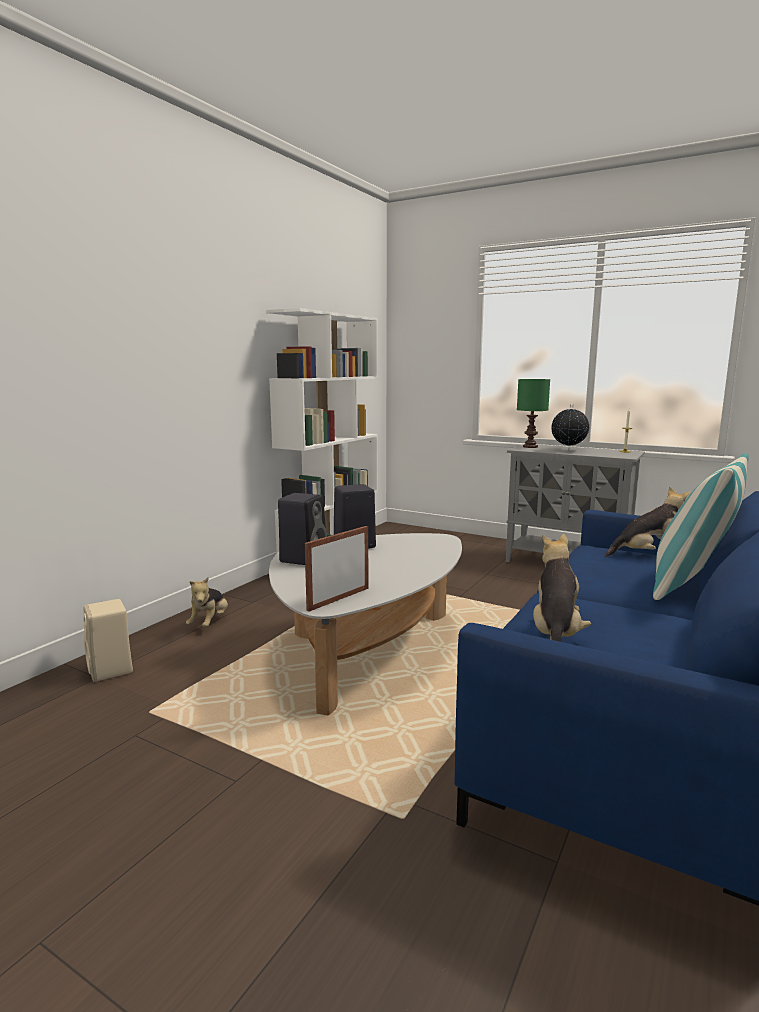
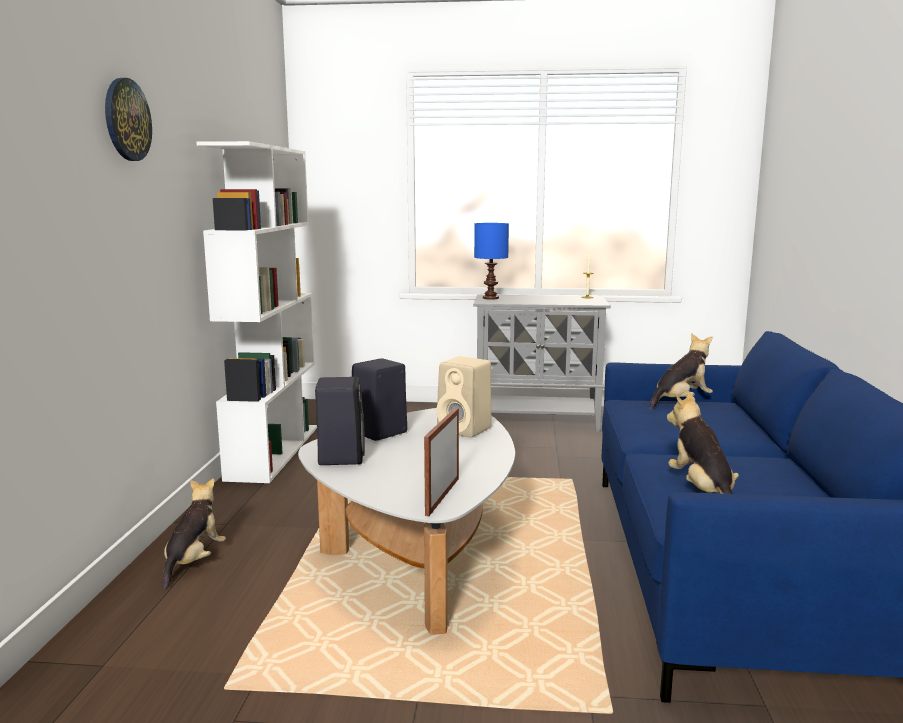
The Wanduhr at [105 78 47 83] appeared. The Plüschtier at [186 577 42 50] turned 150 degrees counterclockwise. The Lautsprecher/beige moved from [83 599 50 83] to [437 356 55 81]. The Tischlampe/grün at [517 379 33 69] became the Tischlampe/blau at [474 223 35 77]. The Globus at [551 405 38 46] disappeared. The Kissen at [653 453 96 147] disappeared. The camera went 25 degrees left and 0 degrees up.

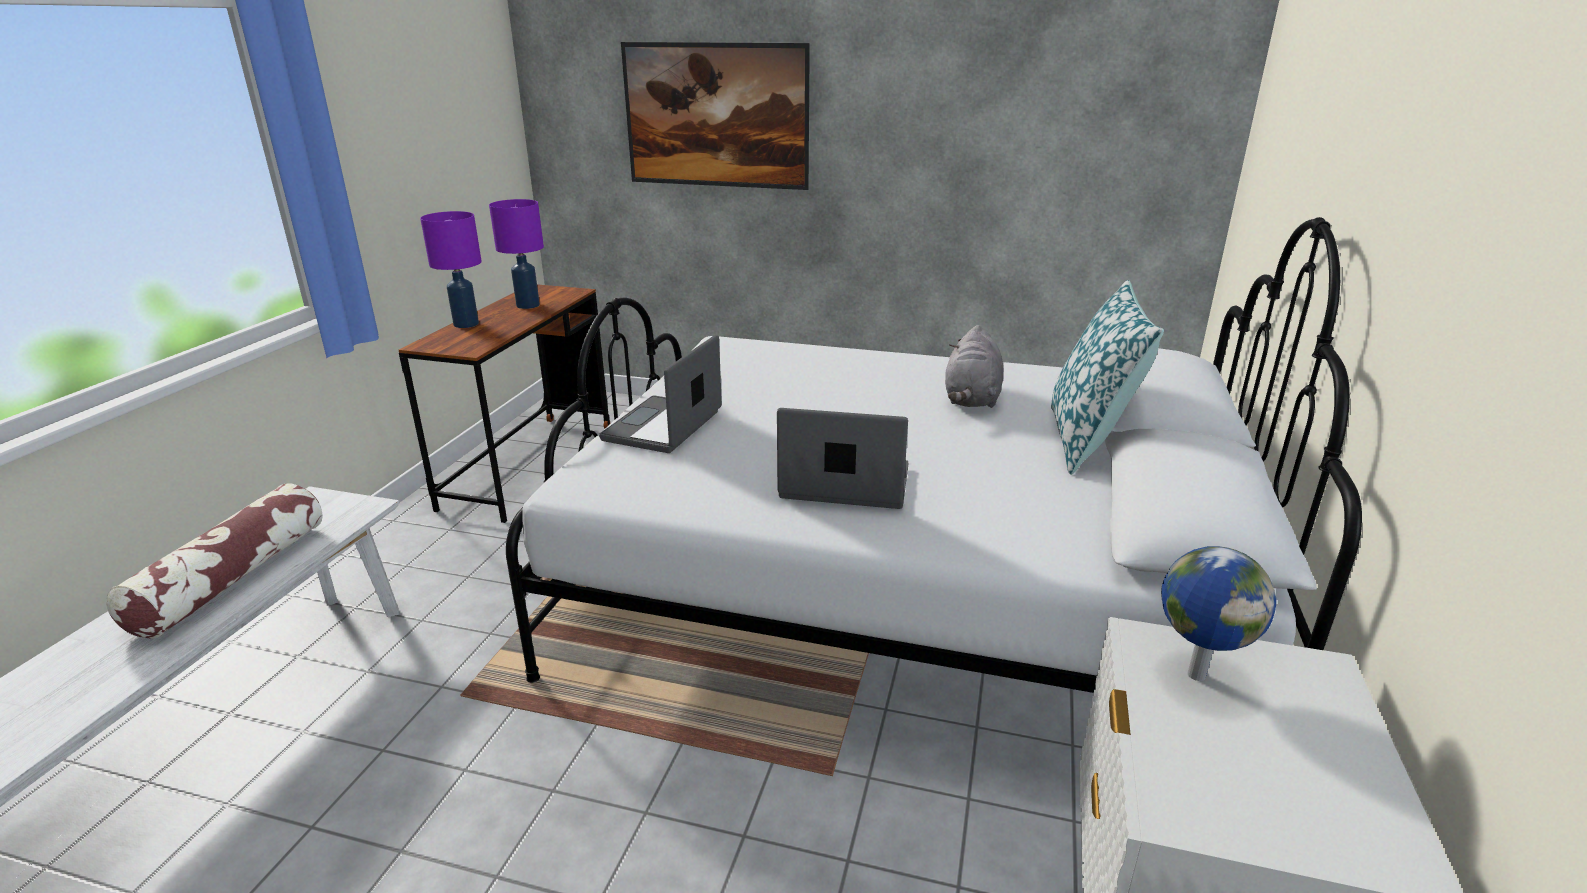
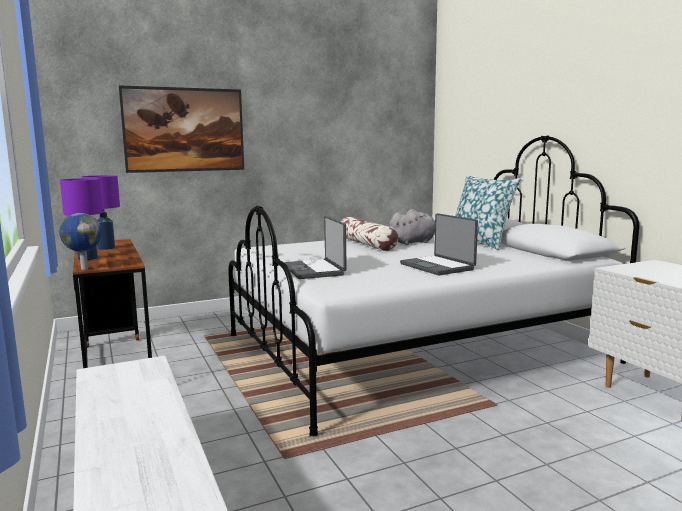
The Globus moved from [1161 546 115 135] to [59 213 43 57]. The Kissen moved from [107 483 216 156] to [341 217 57 34]. The Plüschtier/grau at [945 325 58 83] turned 90 degrees counterclockwise. The Laptop at [777 408 132 101] turned 90 degrees counterclockwise. The camera went 40 degrees left and 15 degrees down.

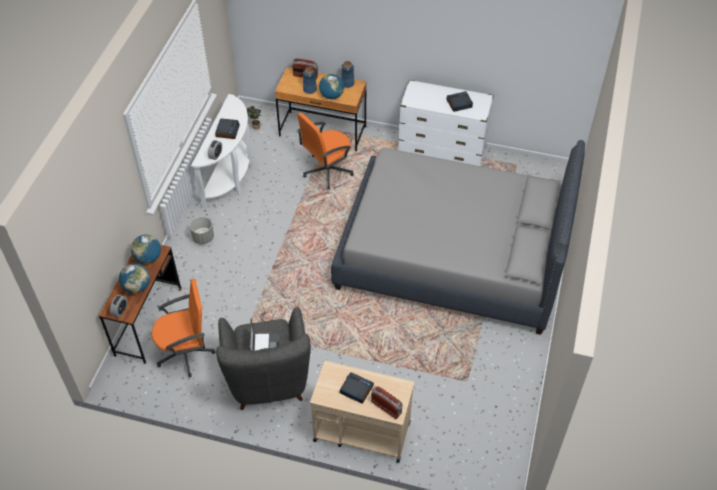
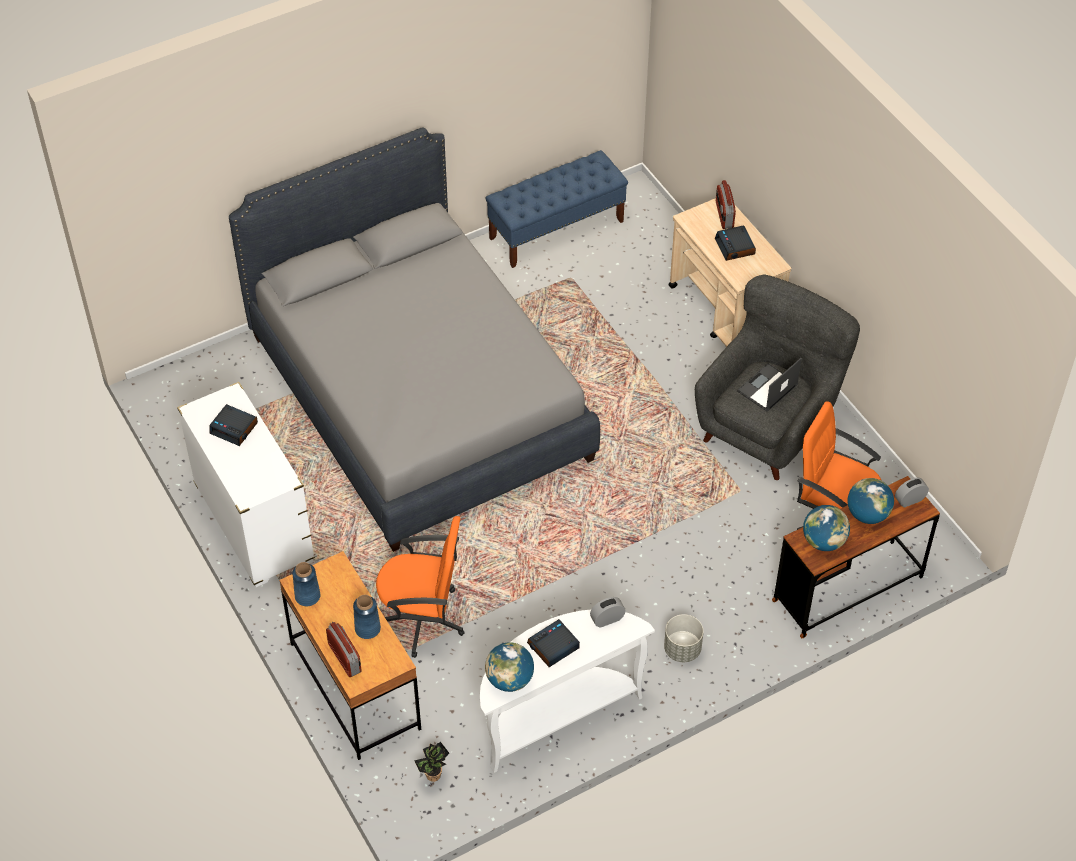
The Bank/blau at [485 150 143 118] appeared. The Globus moved from [319 74 25 25] to [485 642 49 50]. The camera went 135 degrees left and 0 degrees up.

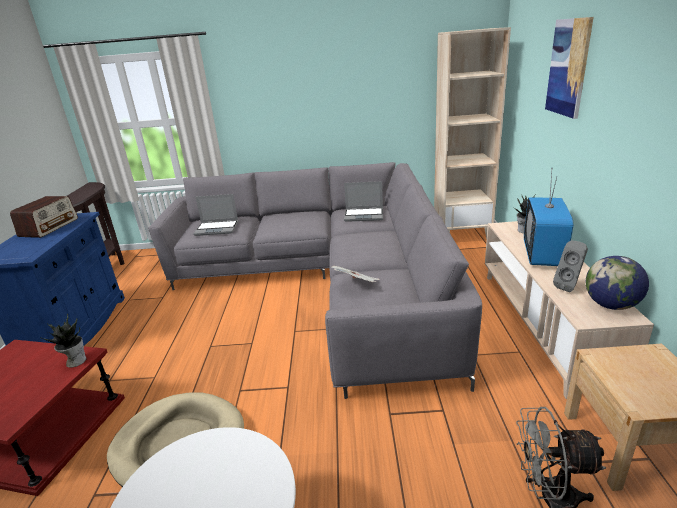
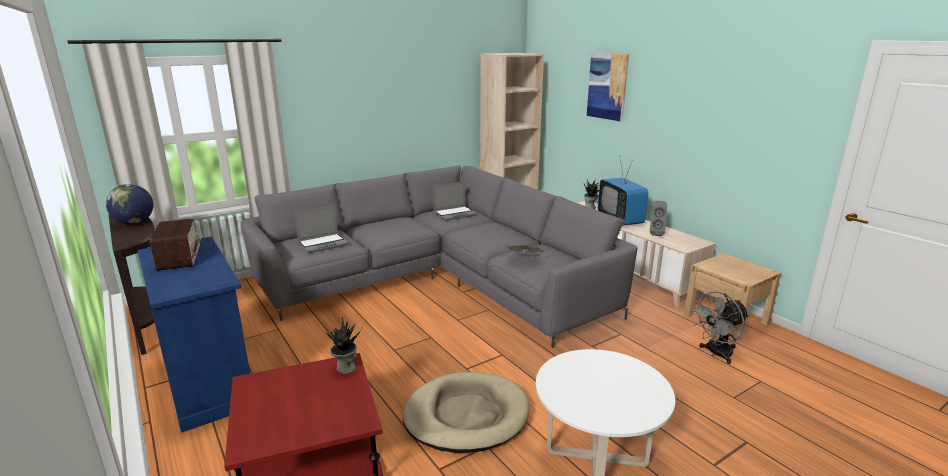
The Globus moved from [585 256 64 54] to [106 184 47 41]. The camera went 35 degrees left and 5 degrees down.

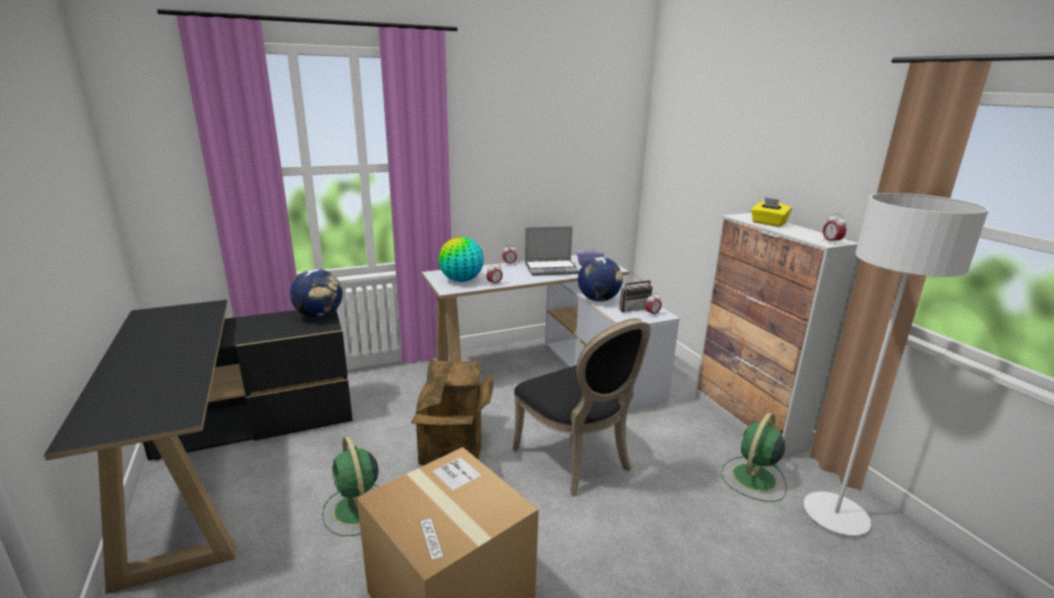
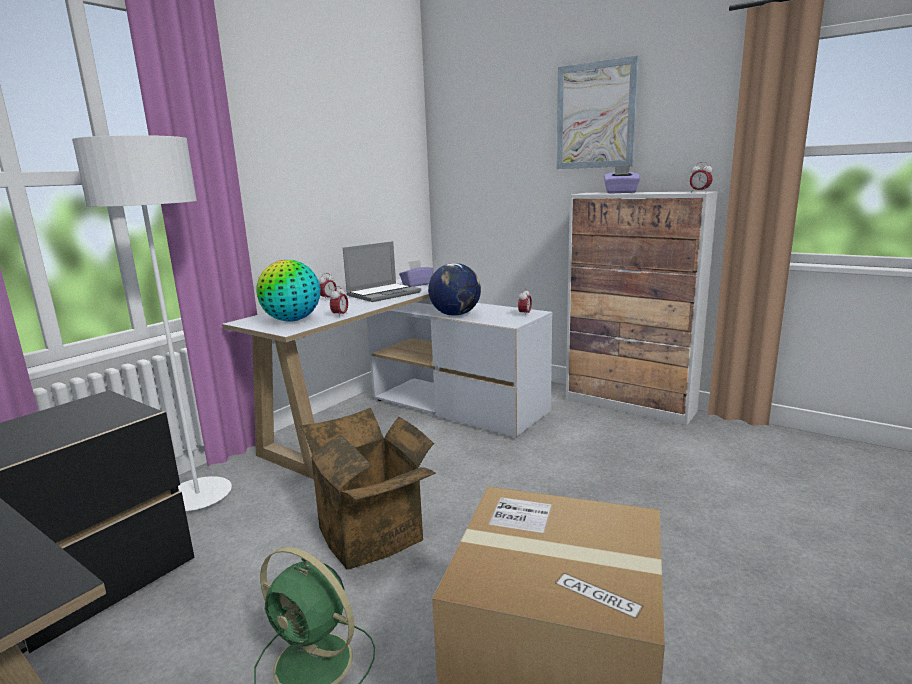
The Stehlampe/weiß moved from [804 193 185 343] to [72 135 160 376]. The Bild at [557 55 82 114] appeared. The Taschentuchbox/gelb at [751 197 41 30] became the Taschentuchbox/lila at [604 165 36 29]. The Globus at [290 269 52 49] disappeared. The Stuhl/schwarz at [513 318 138 178] disappeared. The Radio at [620 271 33 41] disappeared. The Ventilator/grün at [721 413 66 89] disappeared. The camera went 30 degrees left and 5 degrees down.

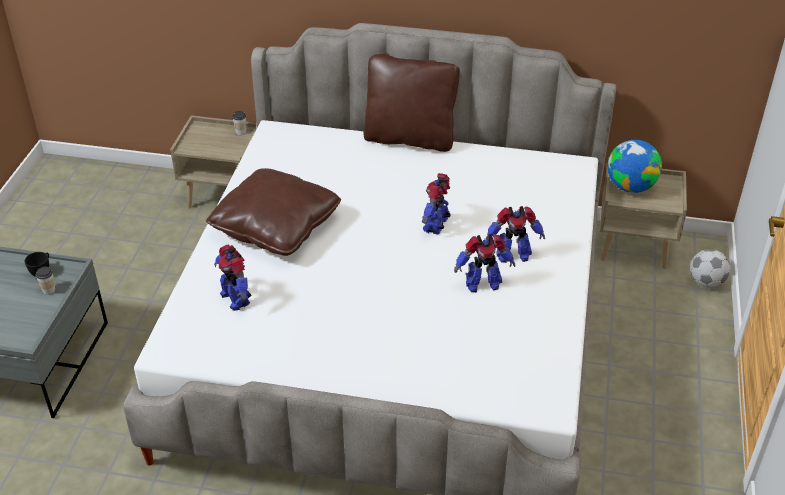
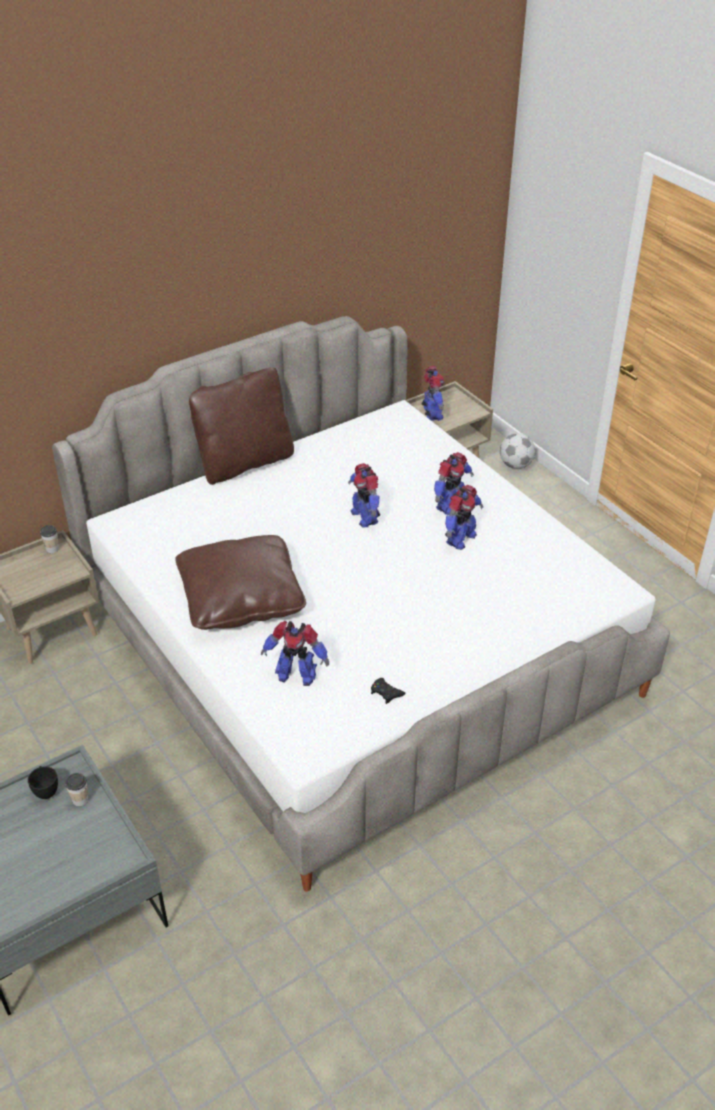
The Gamepad/schwarz at [371 678 34 26] appeared. The Globus at [607 140 55 53] was replaced by the Spielzeugroboter at [421 366 23 55]. The camera went 45 degrees left and 0 degrees up.

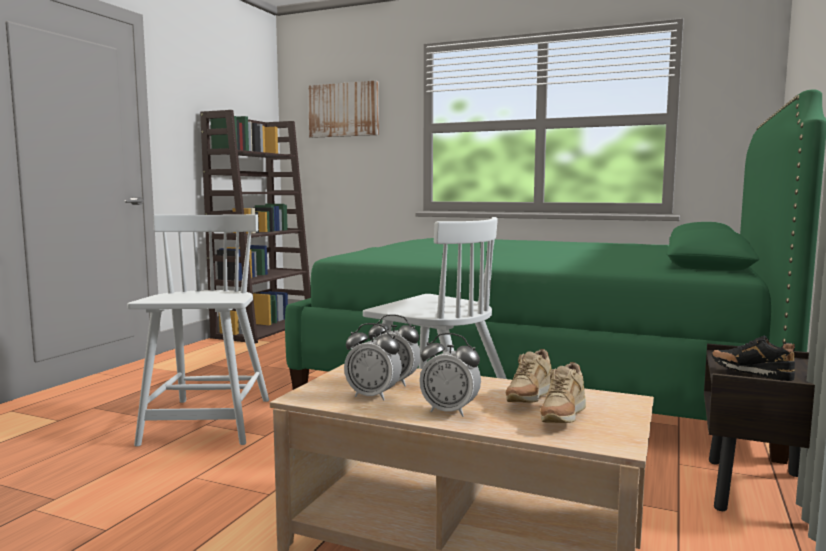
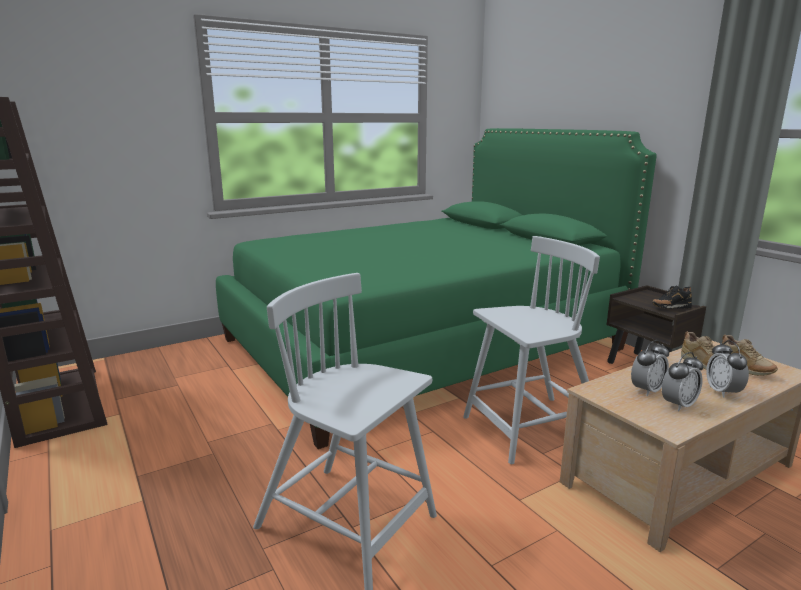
The Wecker at [419 333 62 84] turned 120 degrees clockwise. The Bild at [308 80 71 58] disappeared. The camera went 55 degrees left and 10 degrees up.

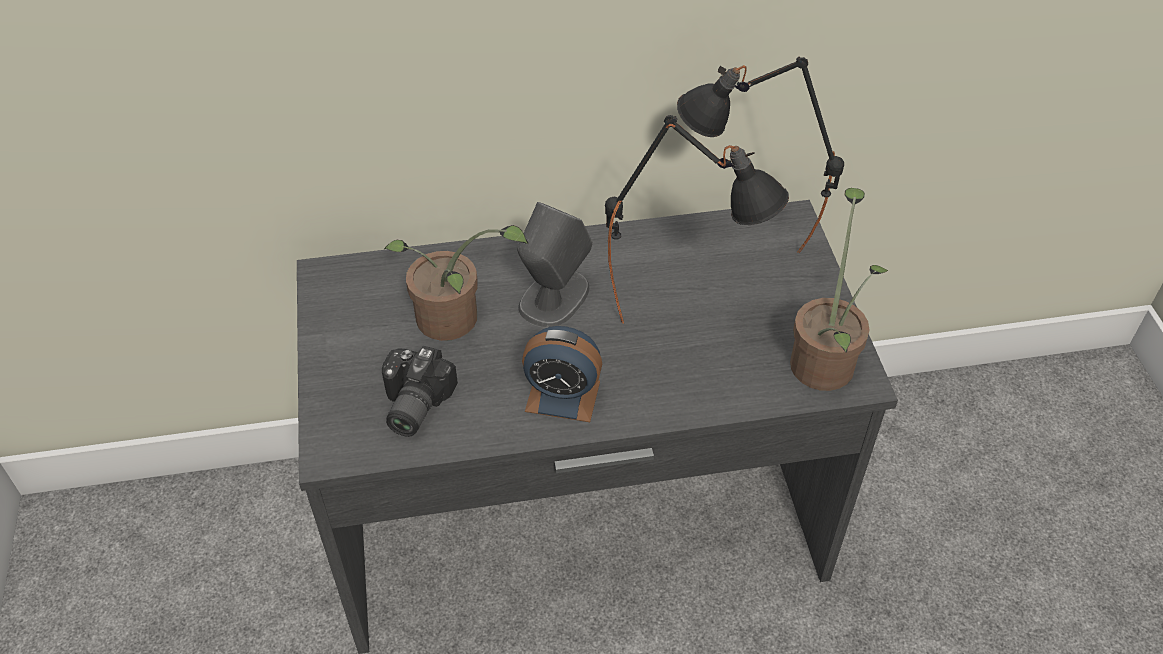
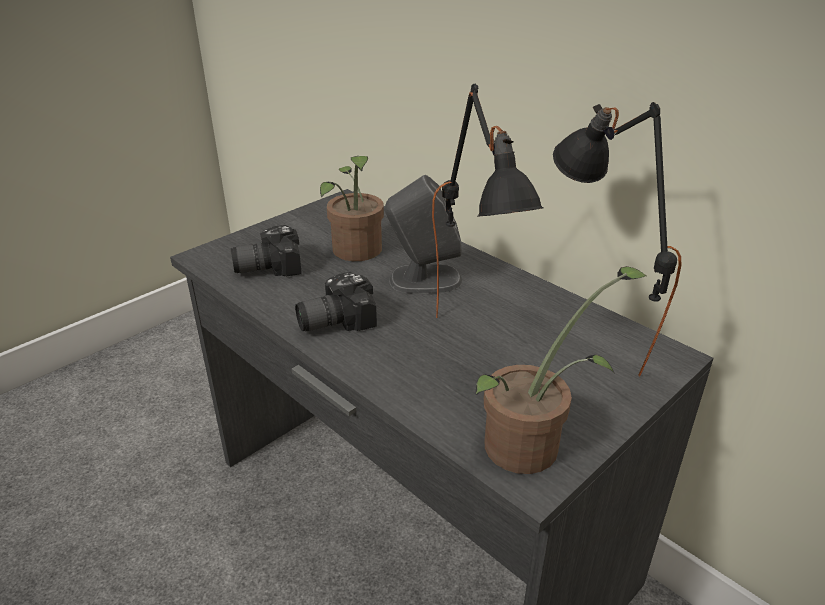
The Wecker at [522 326 80 96] was replaced by the Kamera at [295 272 82 59]. The camera went 55 degrees right and 15 degrees down.

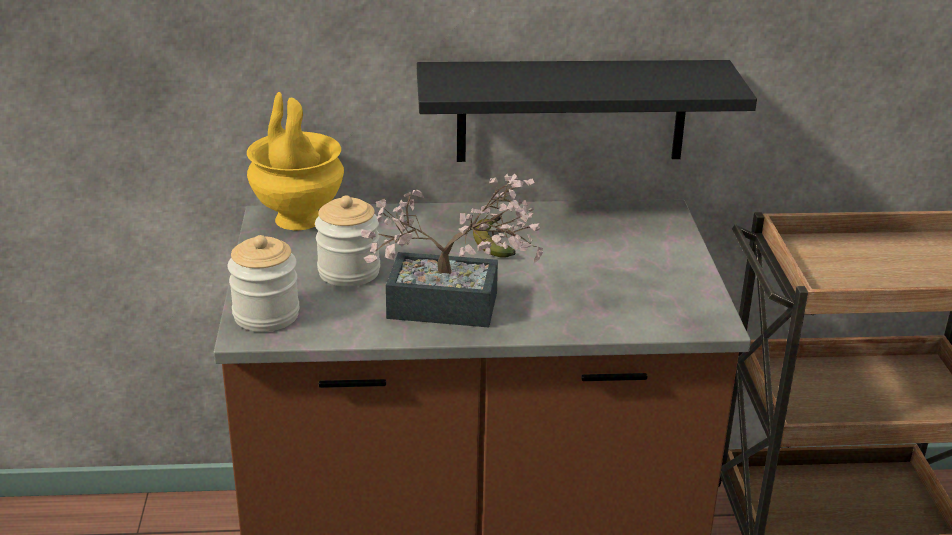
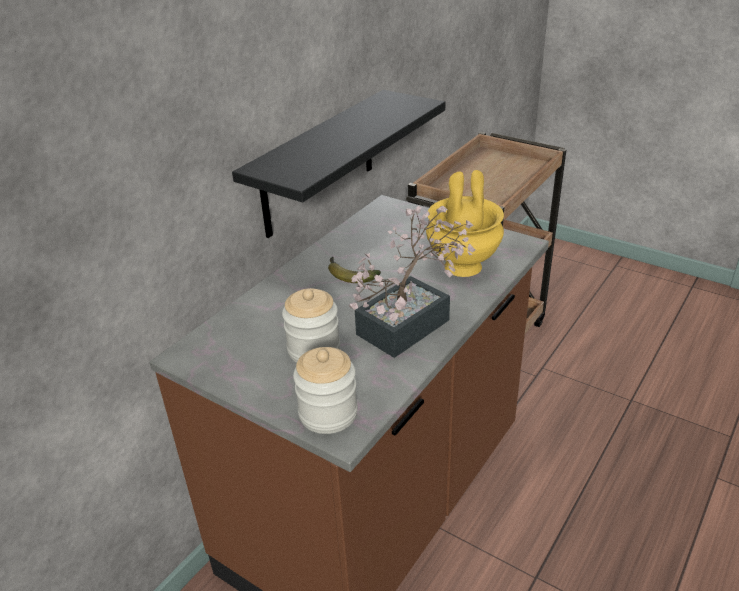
The Vase/gelb moved from [247 92 97 138] to [426 170 78 107]. The camera went 50 degrees left and 5 degrees up.

